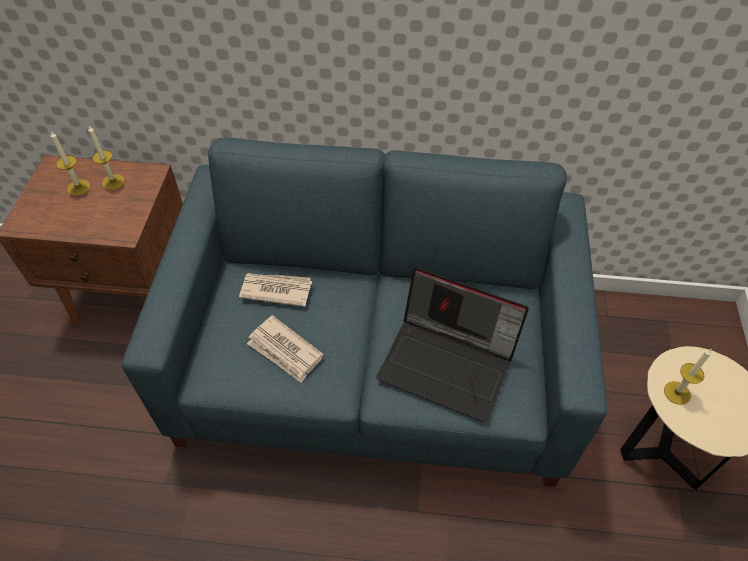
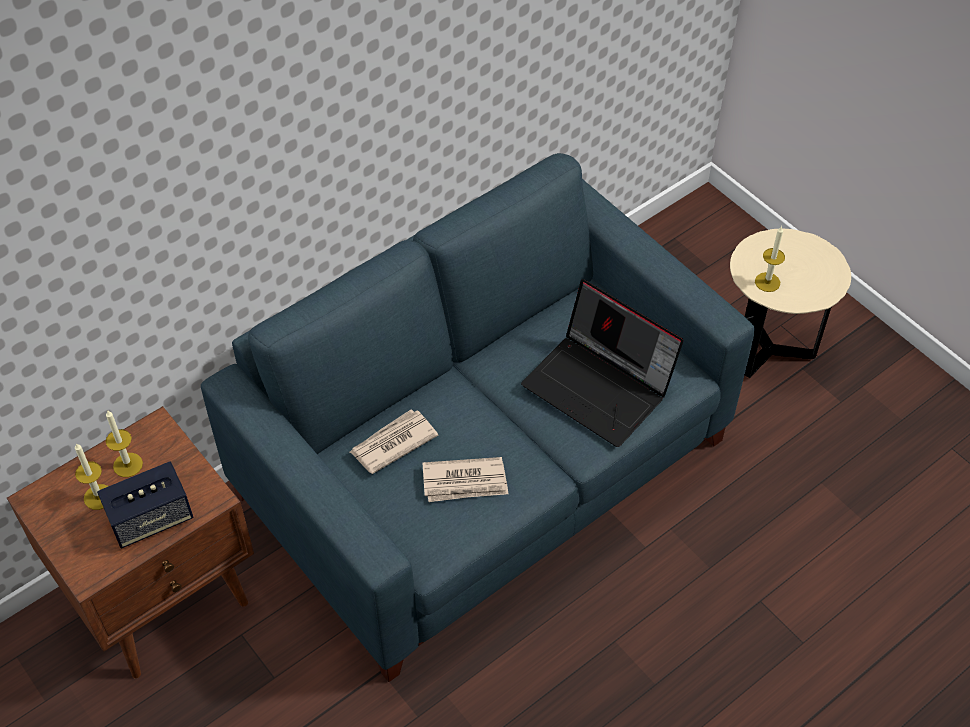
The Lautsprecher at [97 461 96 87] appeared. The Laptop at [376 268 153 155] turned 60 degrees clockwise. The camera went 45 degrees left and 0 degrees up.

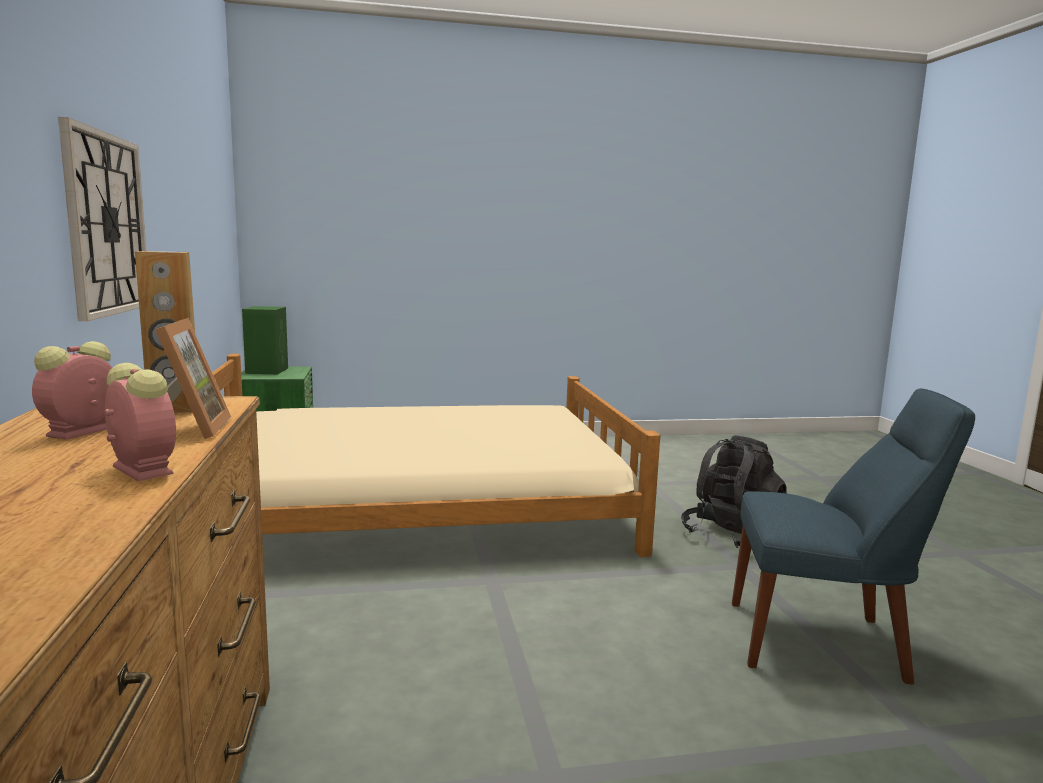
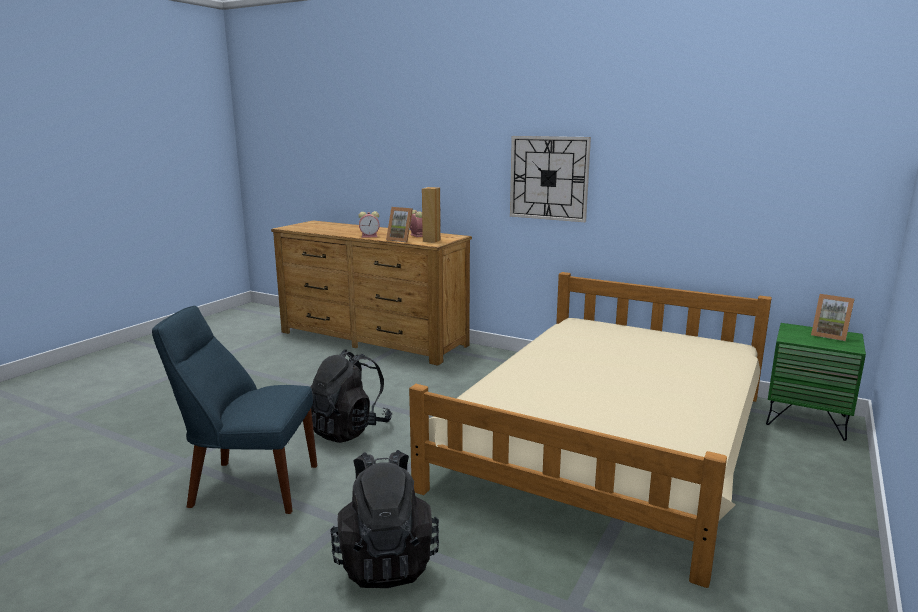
The Stuhl/blau at [732 388 243 297] turned 45 degrees clockwise. The Rucksack/schwarz at [310 349 82 94] appeared. The Lautsprecher/grün at [242 306 46 68] was replaced by the Bilderrahmen at [811 294 44 47]. The camera went 130 degrees right and 5 degrees up.

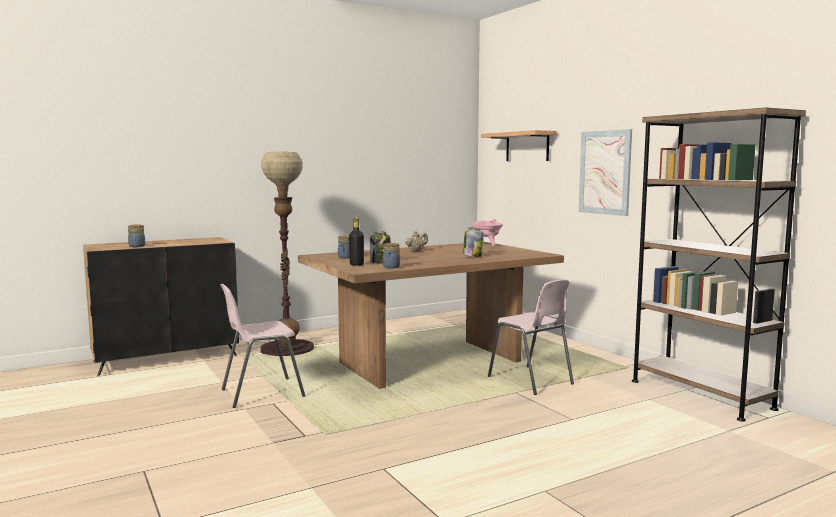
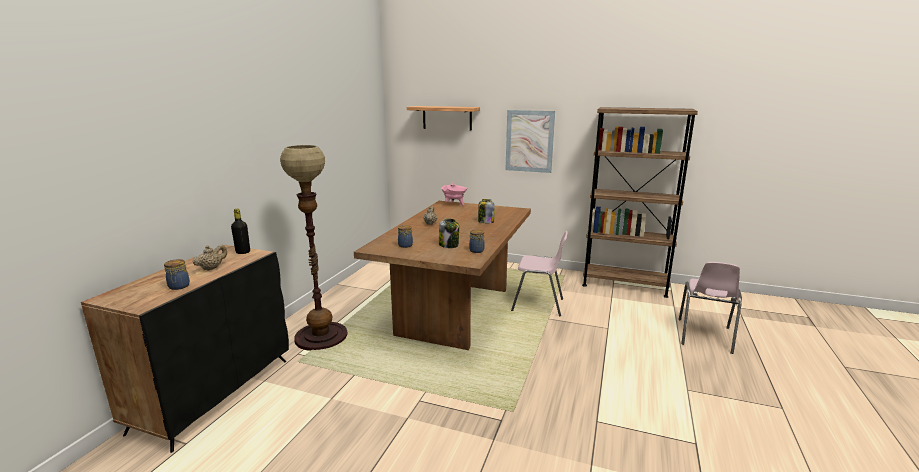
The Teekanne/beige at [193 244 34 27] appeared. The Flasche/schwarz moved from [349 217 15 49] to [231 209 19 45]. The Stuhl/rosa moved from [220 284 85 124] to [679 262 63 92]. The camera went 40 degrees left and 10 degrees up.

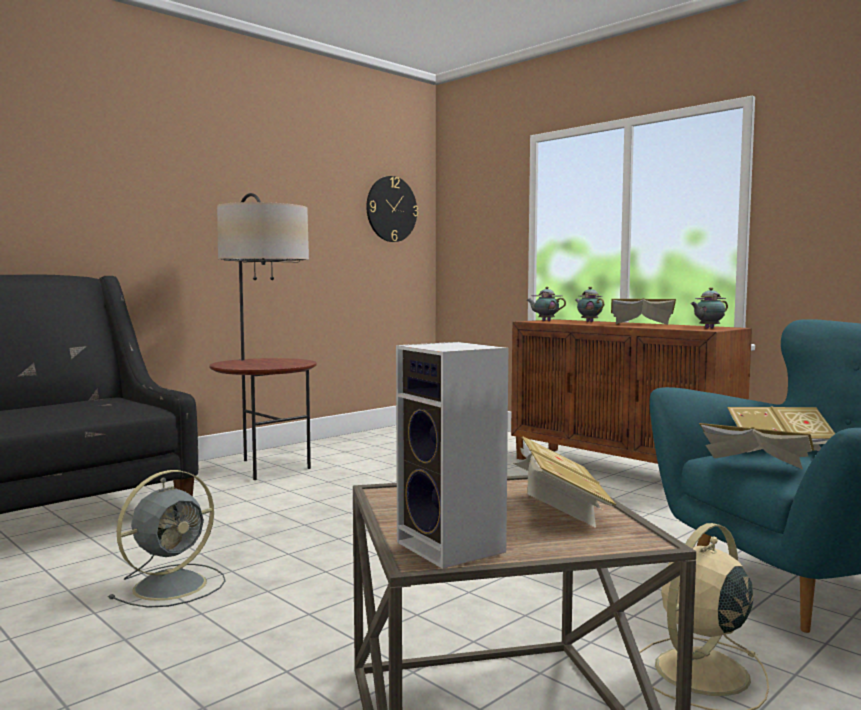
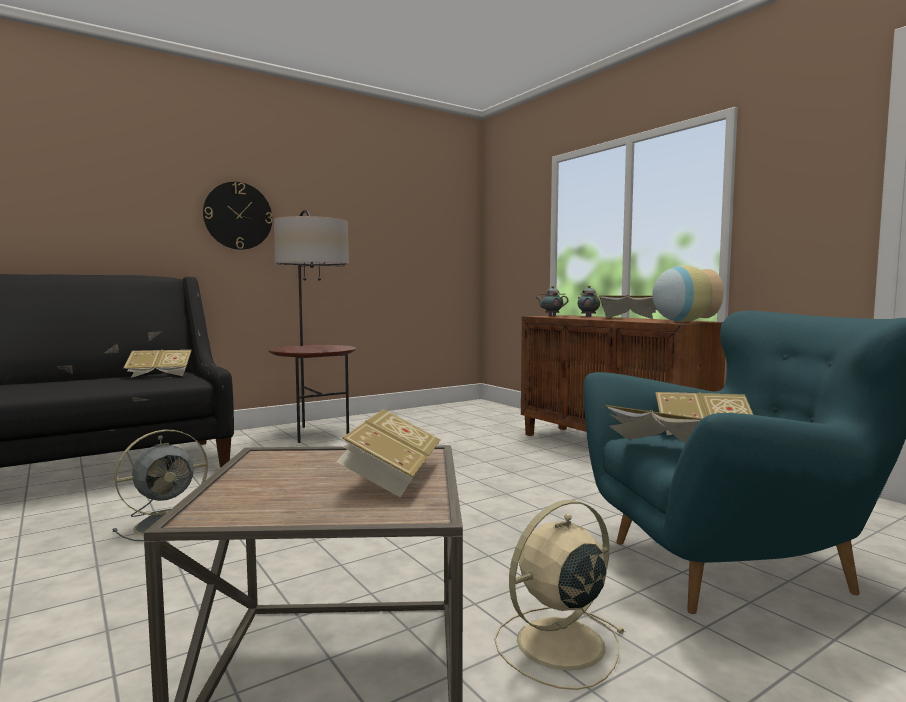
The Buch at [123 350 69 28] appeared. The Wanduhr moved from [366 176 52 66] to [203 182 69 68]. The Teekanne at [690 287 38 41] was replaced by the Vase at [652 265 72 57]. The Lautsprecher at [396 342 112 227] disappeared. The camera went 10 degrees right and 0 degrees up.

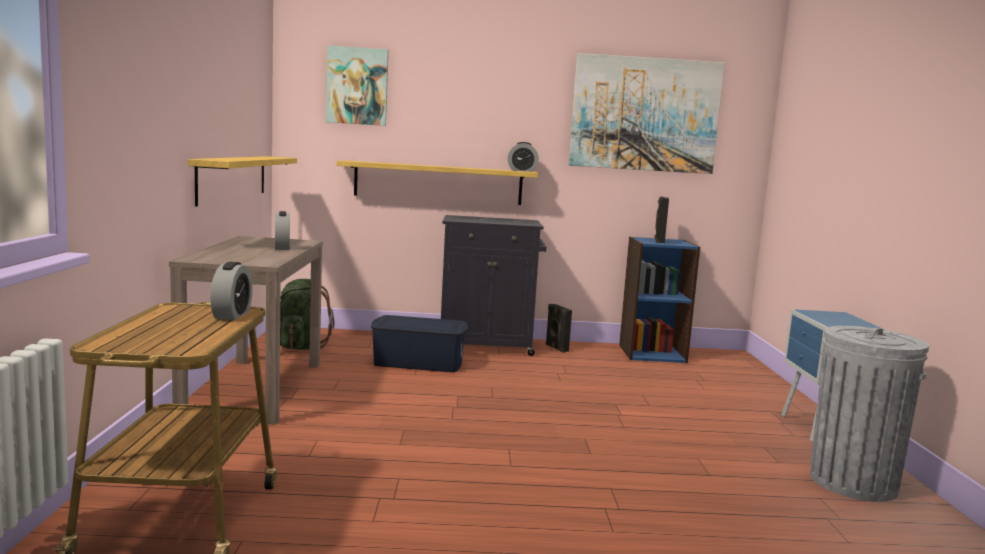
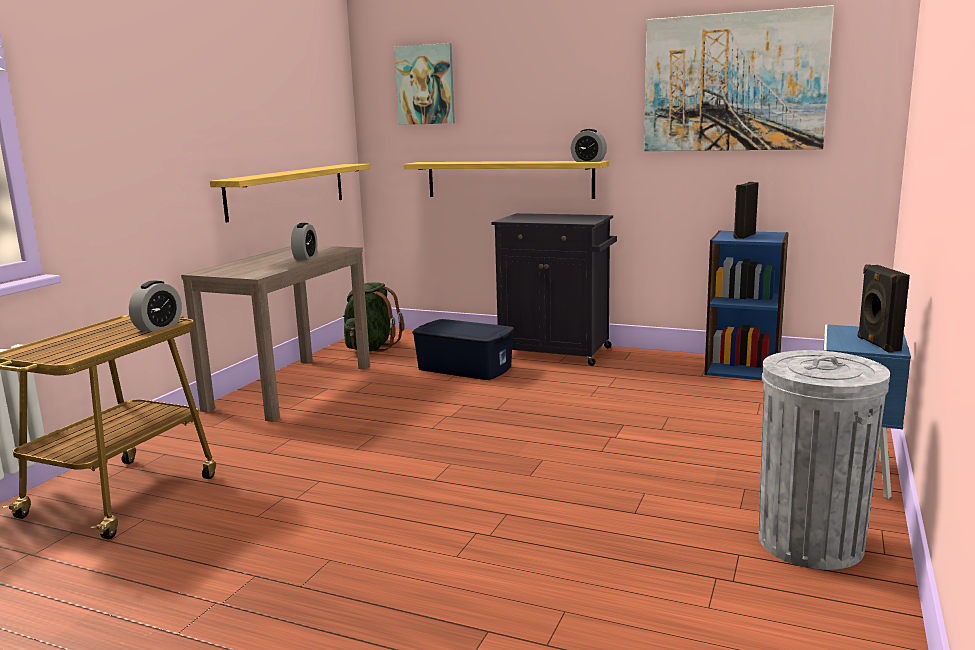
The Lautsprecher/schwarz moved from [546 304 26 49] to [858 264 52 89]. The camera went 25 degrees right and 5 degrees up.

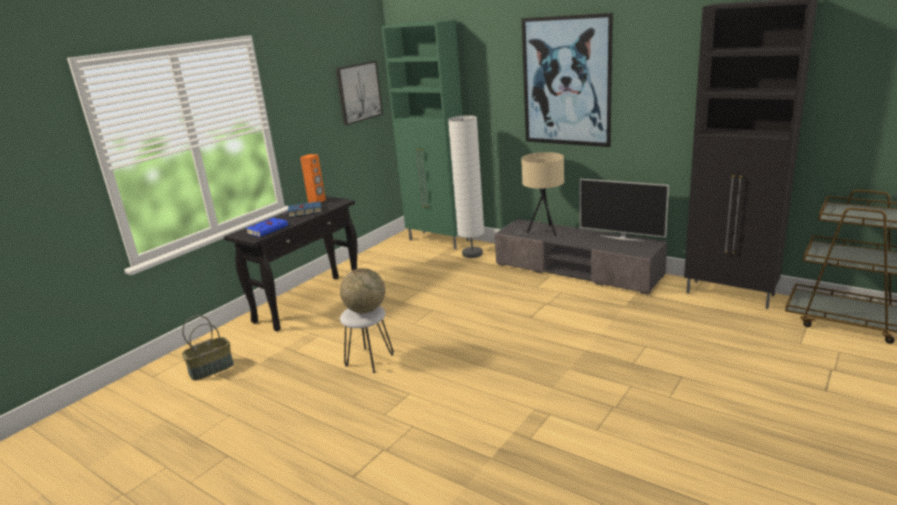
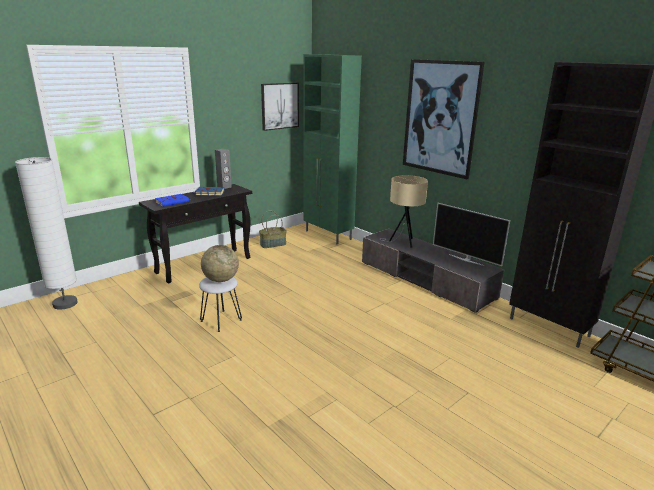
The Stehlampe/weiß moved from [448 115 36 143] to [15 157 63 153]. The Lautsprecher/orange at [300 154 26 49] became the Lautsprecher/grau at [215 149 17 40]. The Korb moved from [182 315 52 66] to [259 211 28 37]. The camera went 10 degrees right and 0 degrees up.

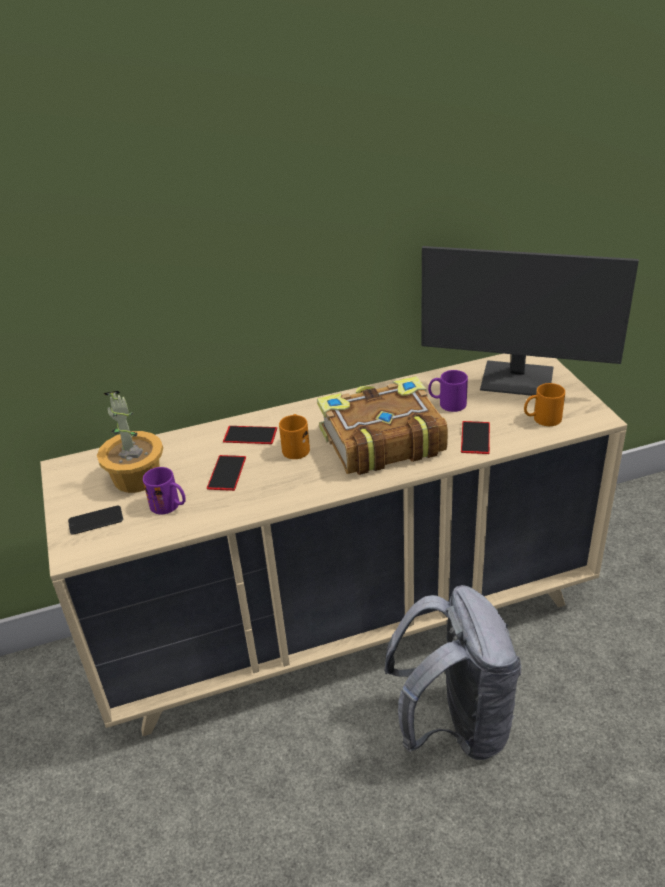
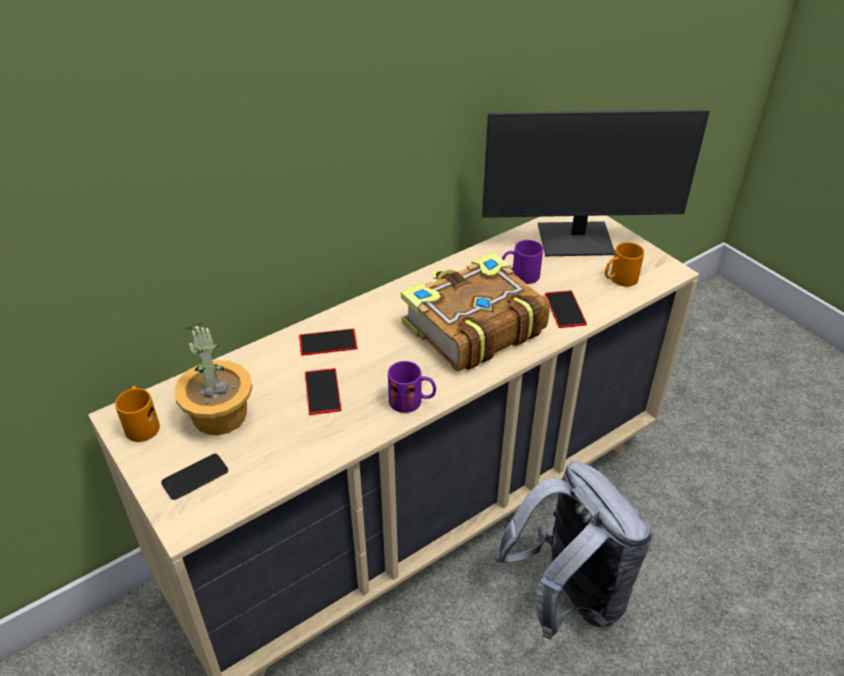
The Henkelbecher/orange moved from [279 414 31 45] to [115 386 45 56]. The Henkelbecher/lila moved from [143 467 43 47] to [388 361 48 52]. The camera went 20 degrees left and 5 degrees up.

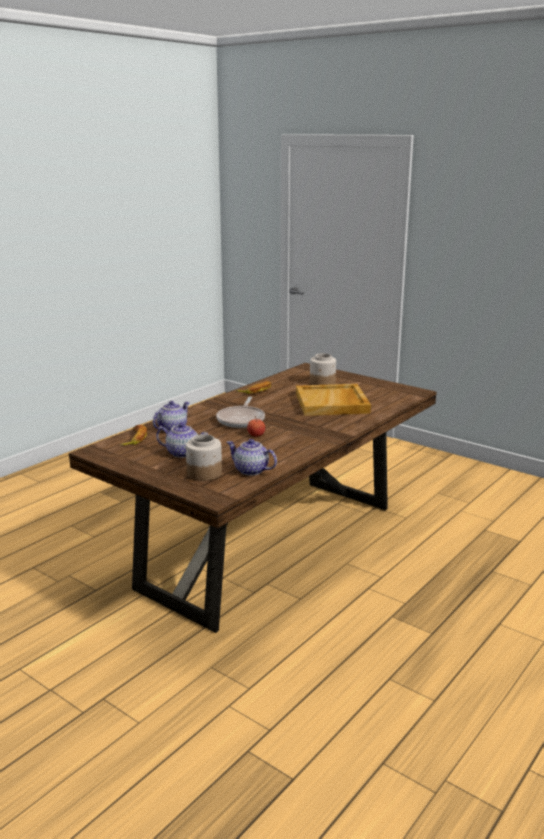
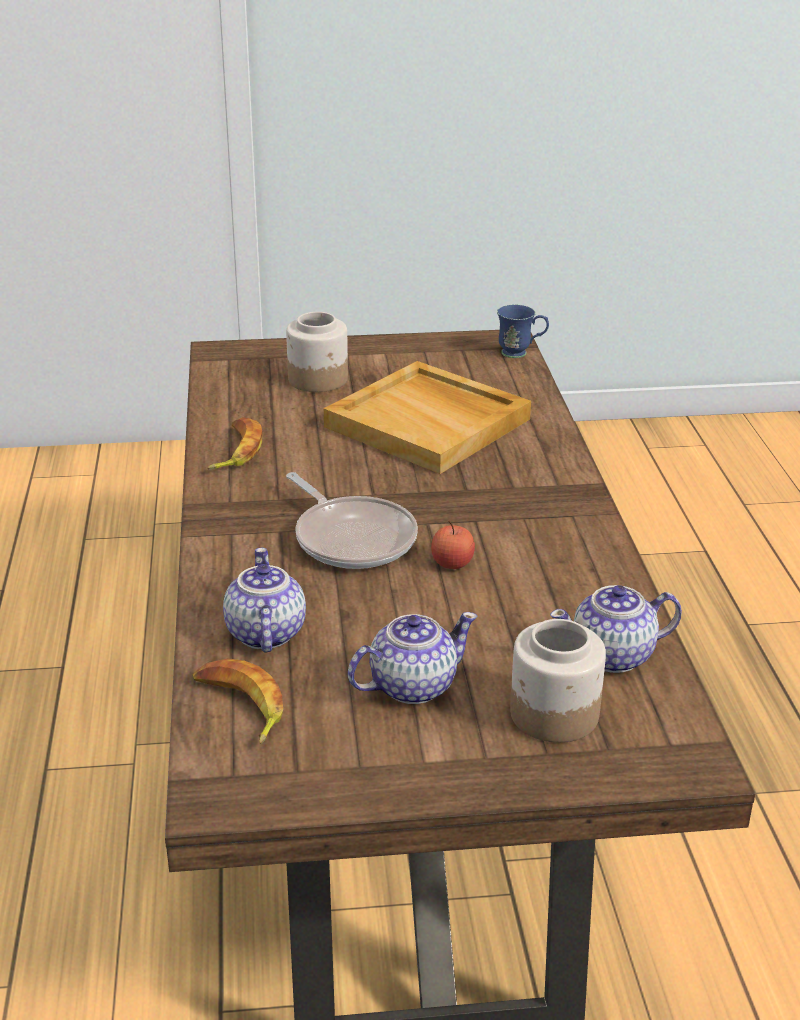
The Henkelbecher/blau at [497 304 52 54] appeared. The camera went 45 degrees left and 10 degrees up.

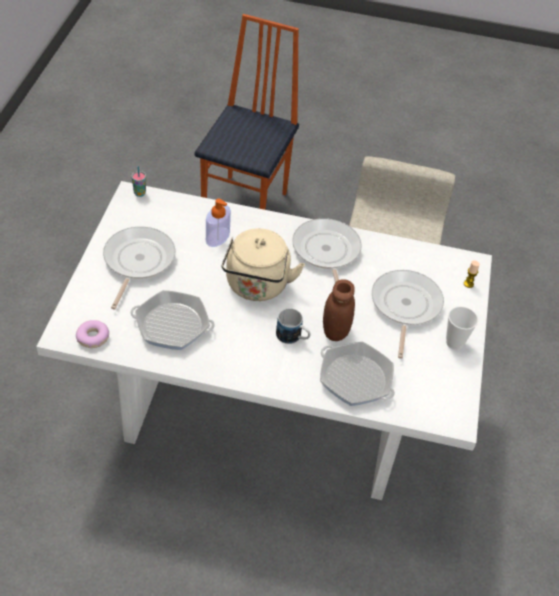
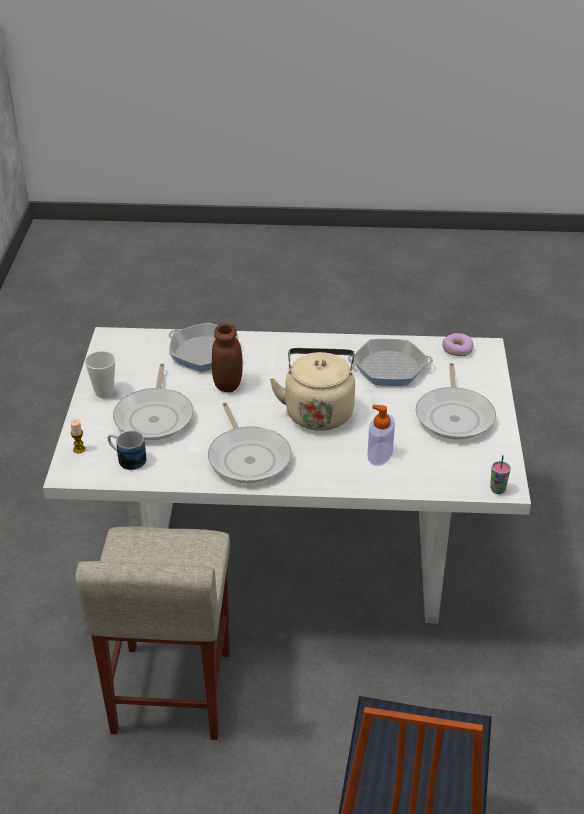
The Henkelbecher moved from [276 309 35 35] to [108 431 38 39]. The camera went 175 degrees right and 10 degrees down.

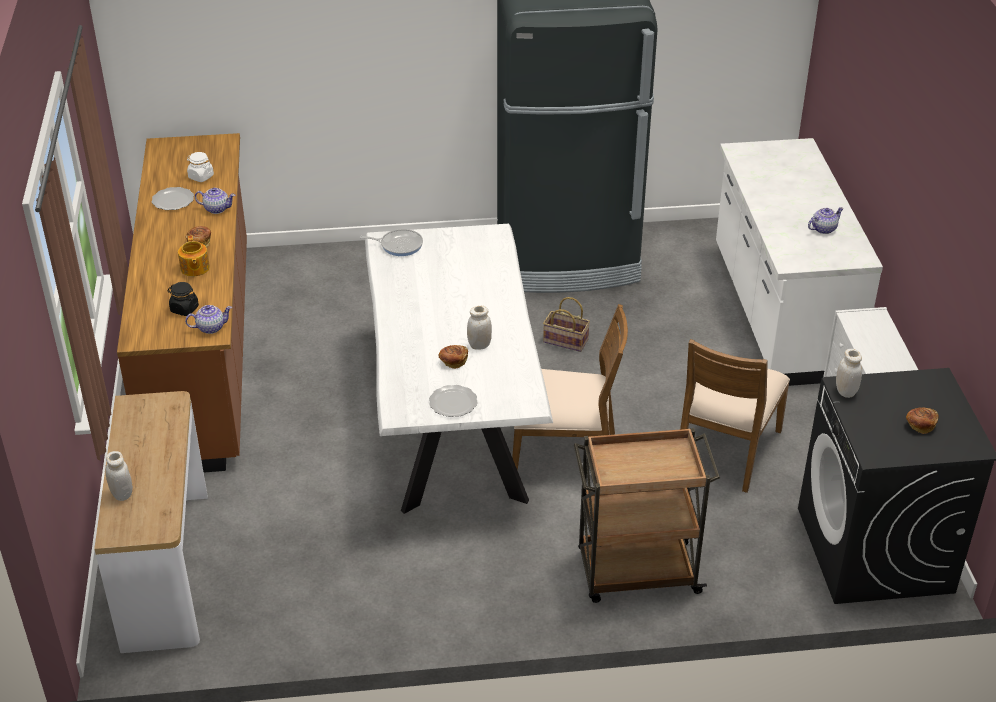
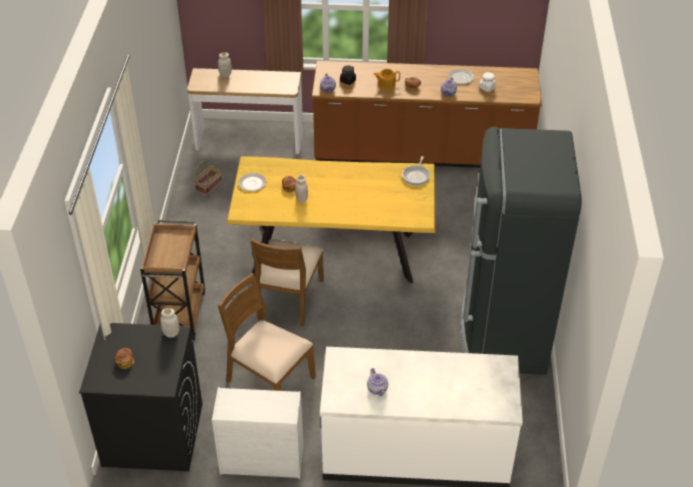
The Korb moved from [543 297 47 55] to [194 161 28 36]. The Esstisch/weiß at [365 224 188 290] became the Esstisch/gelb at [226 156 210 128]. The camera went 100 degrees right and 5 degrees up.

